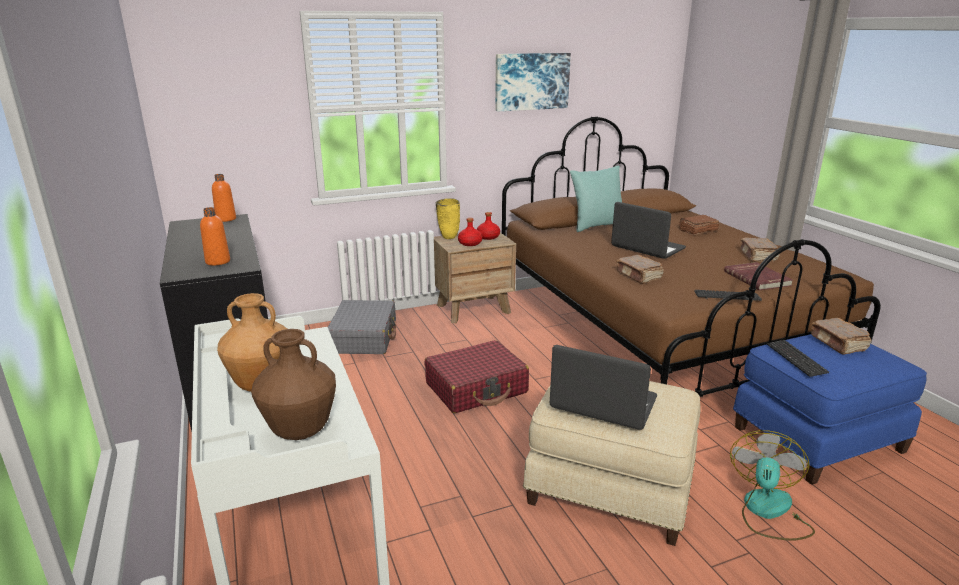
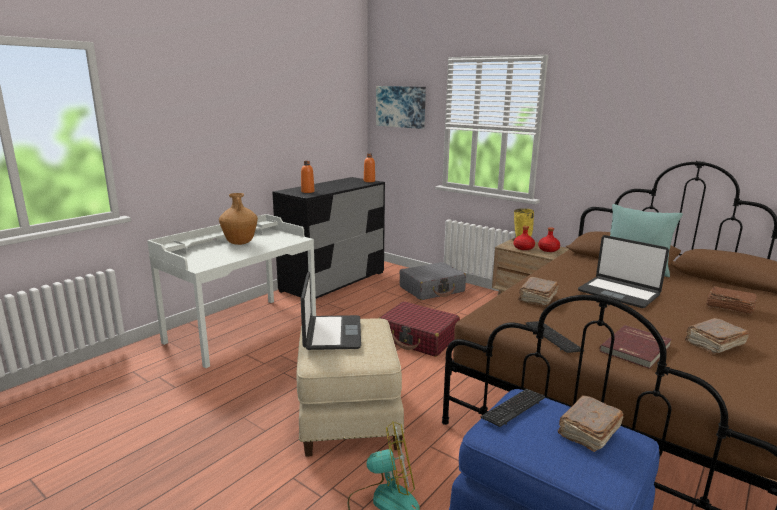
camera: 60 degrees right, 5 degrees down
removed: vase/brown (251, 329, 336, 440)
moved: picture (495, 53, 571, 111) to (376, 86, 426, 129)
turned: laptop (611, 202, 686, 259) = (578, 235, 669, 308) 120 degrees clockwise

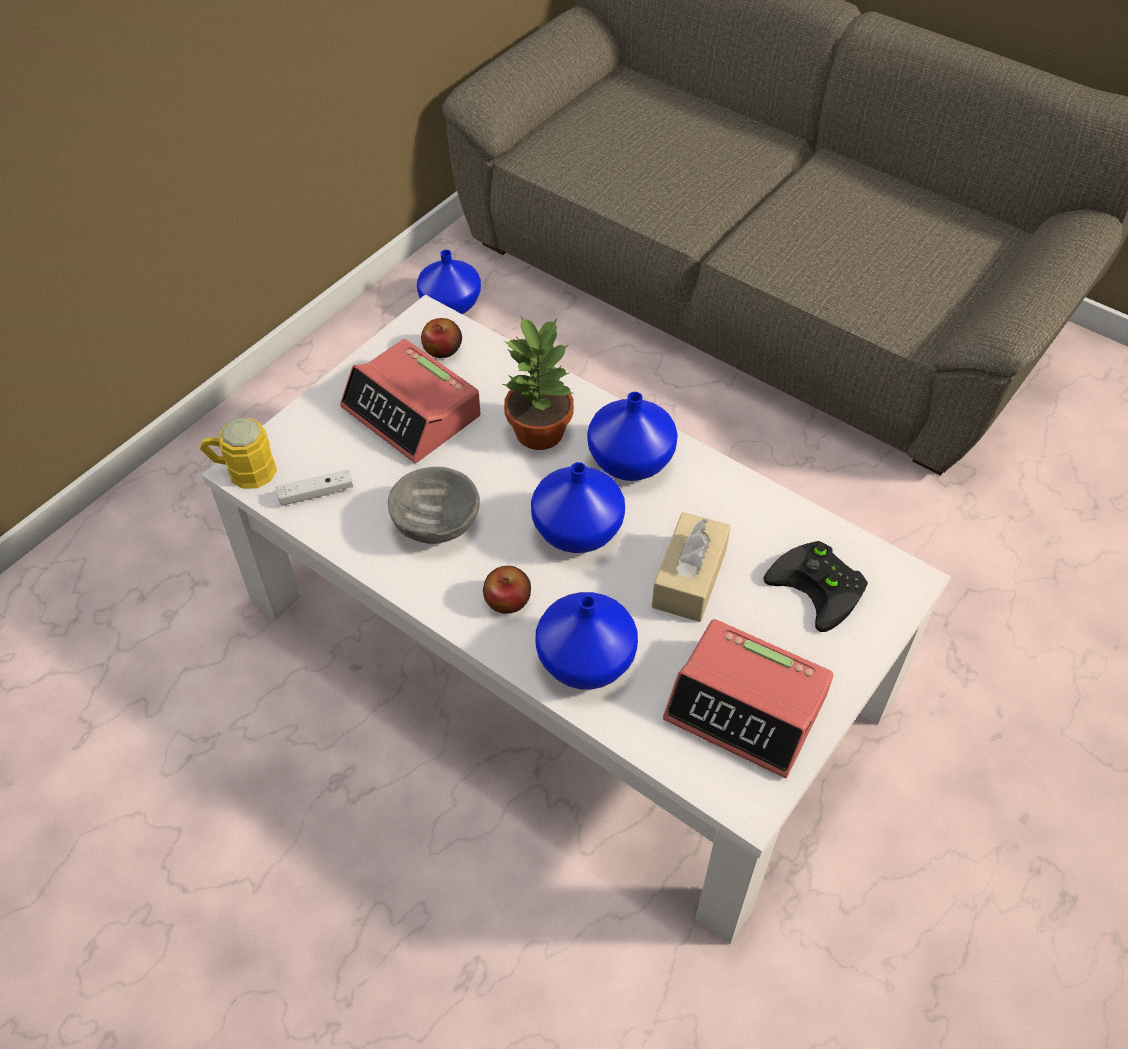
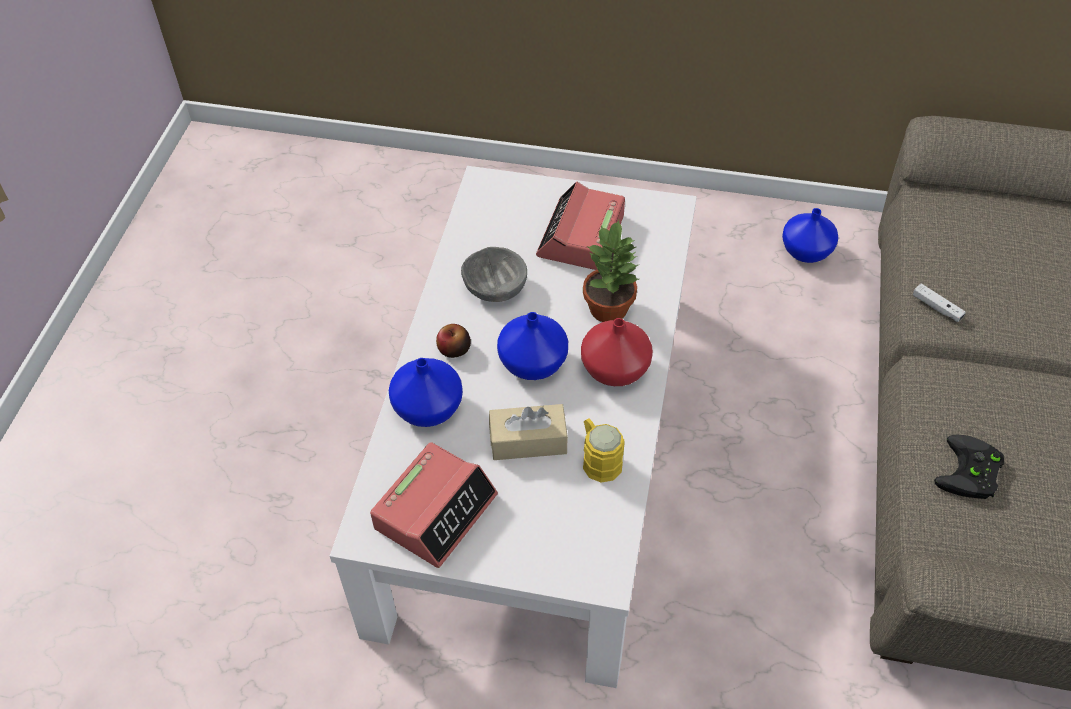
camera: 65 degrees right, 0 degrees up
removed: apple (421, 318, 462, 358)
moved: mug/yellow (200, 418, 277, 489) to (583, 419, 624, 482); game controller/white (276, 470, 353, 506) to (913, 284, 966, 322); game controller/black (763, 541, 868, 632) to (934, 434, 1004, 499)
recoloured: vase/blue (587, 392, 678, 481) to vase/red (581, 318, 653, 386)
turned: alarm clock (663, 619, 834, 778) = (370, 442, 498, 568) 150 degrees counterclockwise

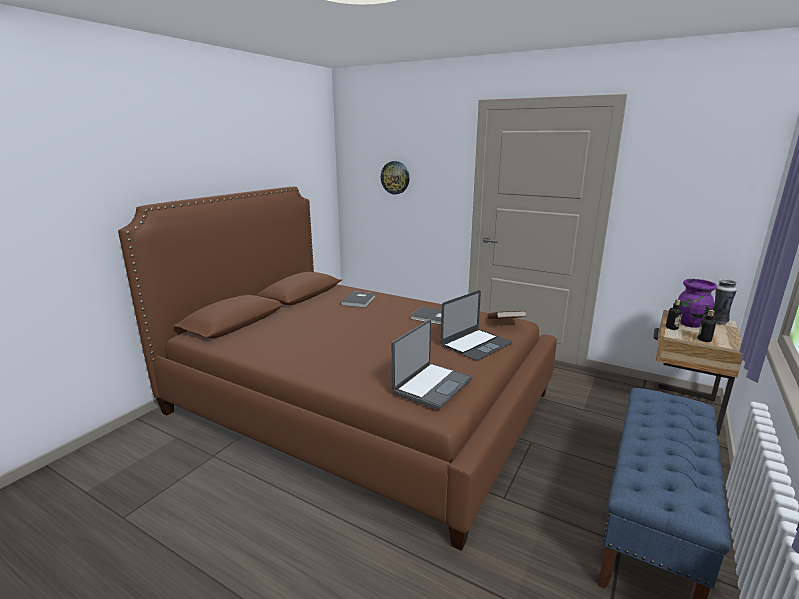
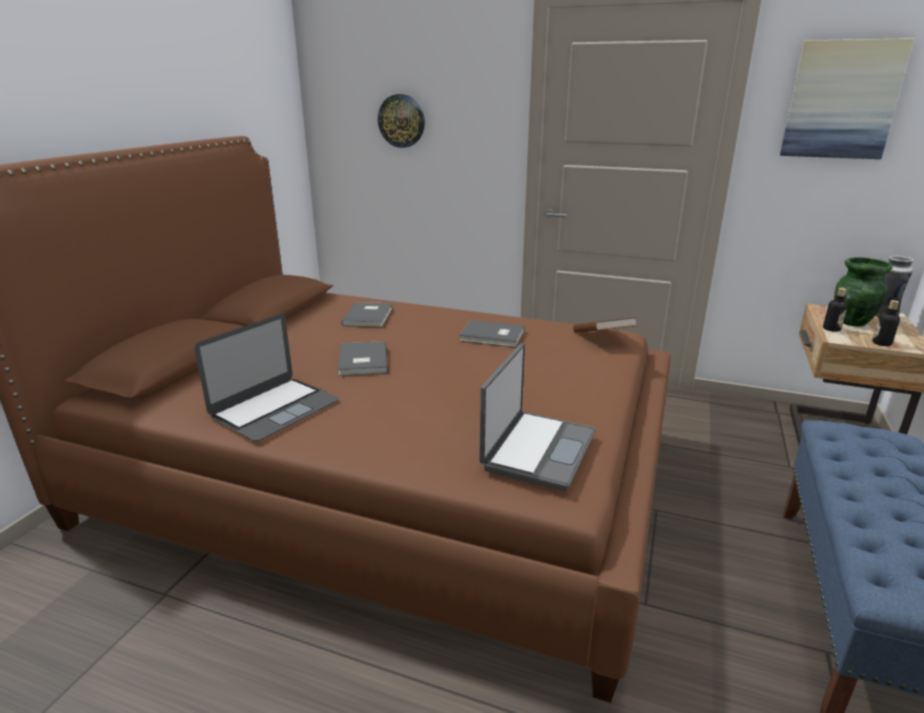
camera: 10 degrees left, 5 degrees up
added: book/grey (338, 341, 388, 376); picture (780, 38, 915, 159)
moved: laptop (441, 290, 513, 361) to (194, 314, 339, 441)
recoloured: vase/purple (678, 279, 717, 328) to vase/green (834, 257, 893, 326)

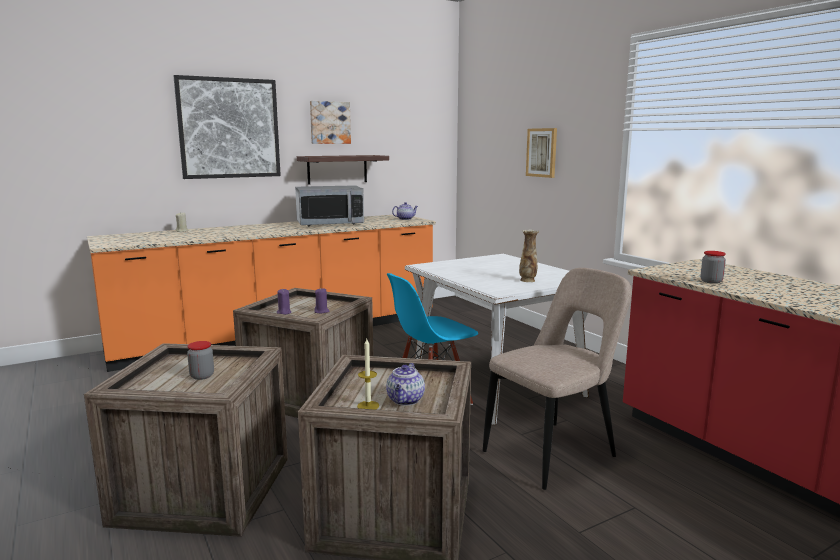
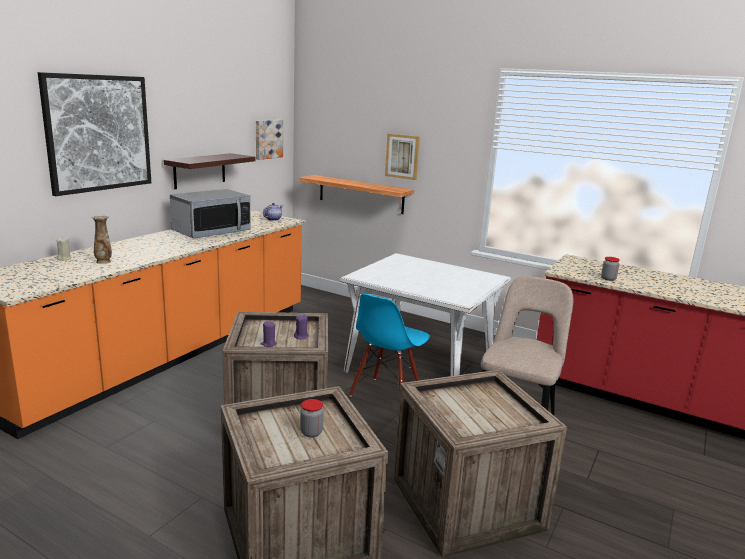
camera: 30 degrees left, 5 degrees up
removed: candle (357, 339, 379, 410); teapot (386, 363, 425, 406)
added: shelf (299, 175, 414, 214)
moved: picture (310, 101, 351, 144) to (256, 120, 283, 160); vase (519, 230, 539, 282) to (92, 215, 112, 264)

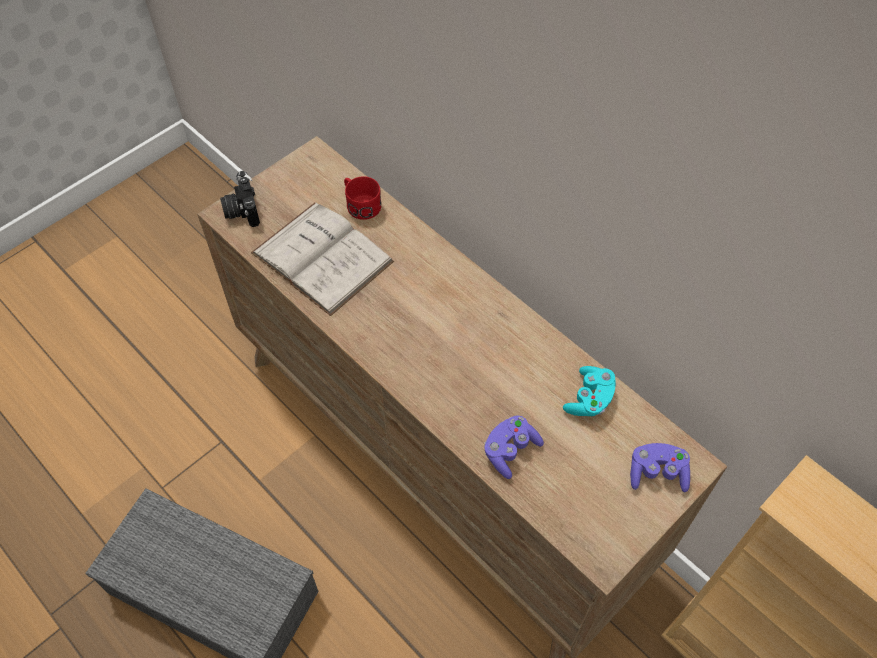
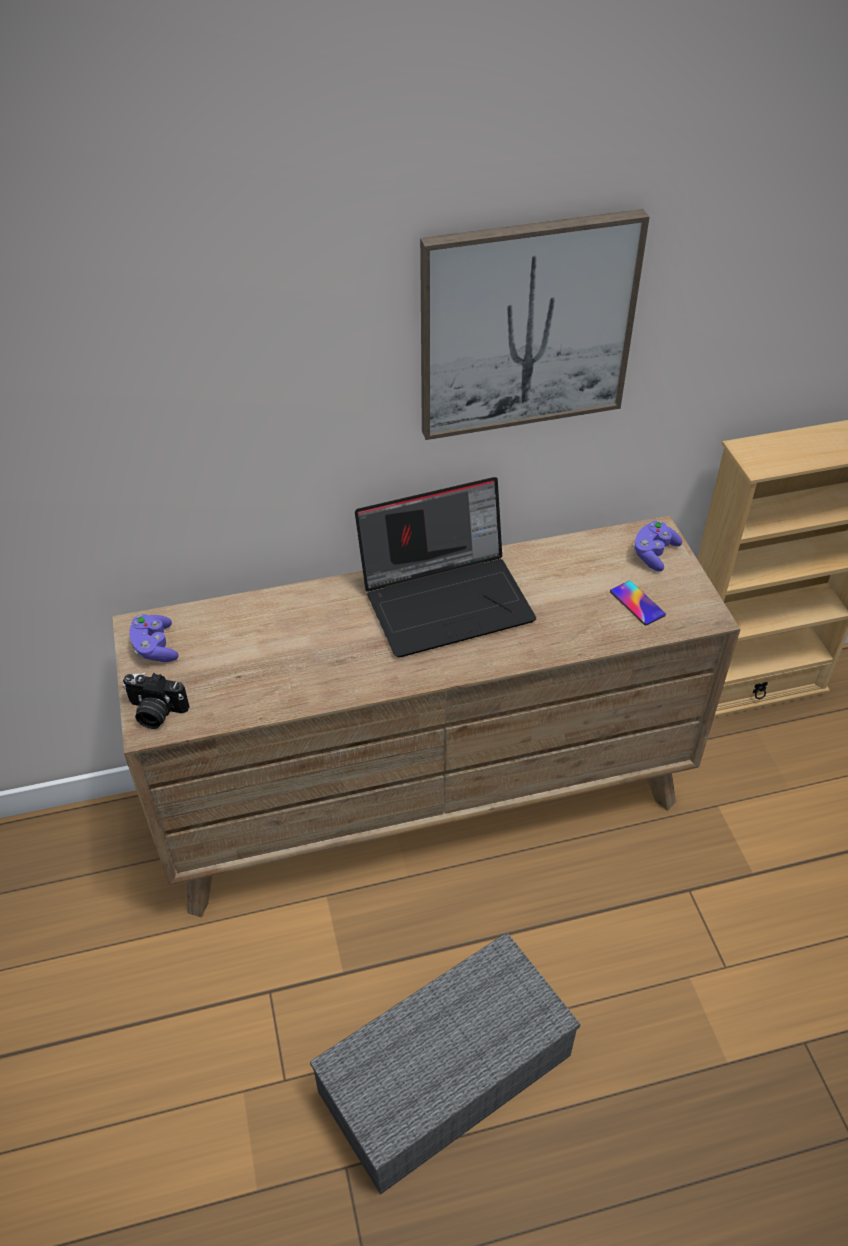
camera: 60 degrees left, 10 degrees down
removed: book/white (251, 203, 394, 316); mug/red (344, 176, 382, 220); game controller/turquoise (563, 366, 616, 416)
added: laptop (355, 477, 536, 658); picture (420, 209, 649, 440); phone (610, 581, 666, 625)
moved: game controller/purple (484, 415, 544, 479) to (129, 614, 179, 662)

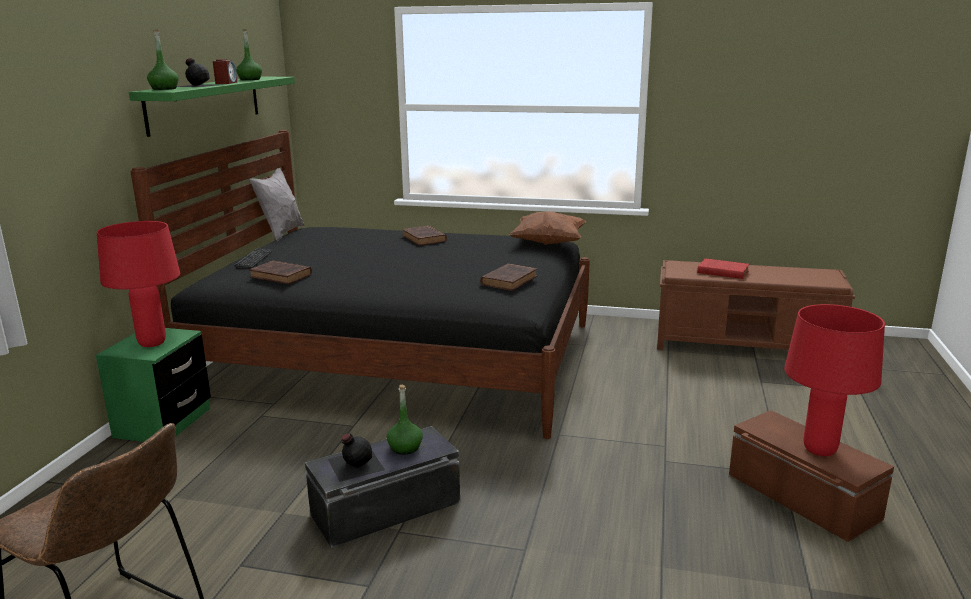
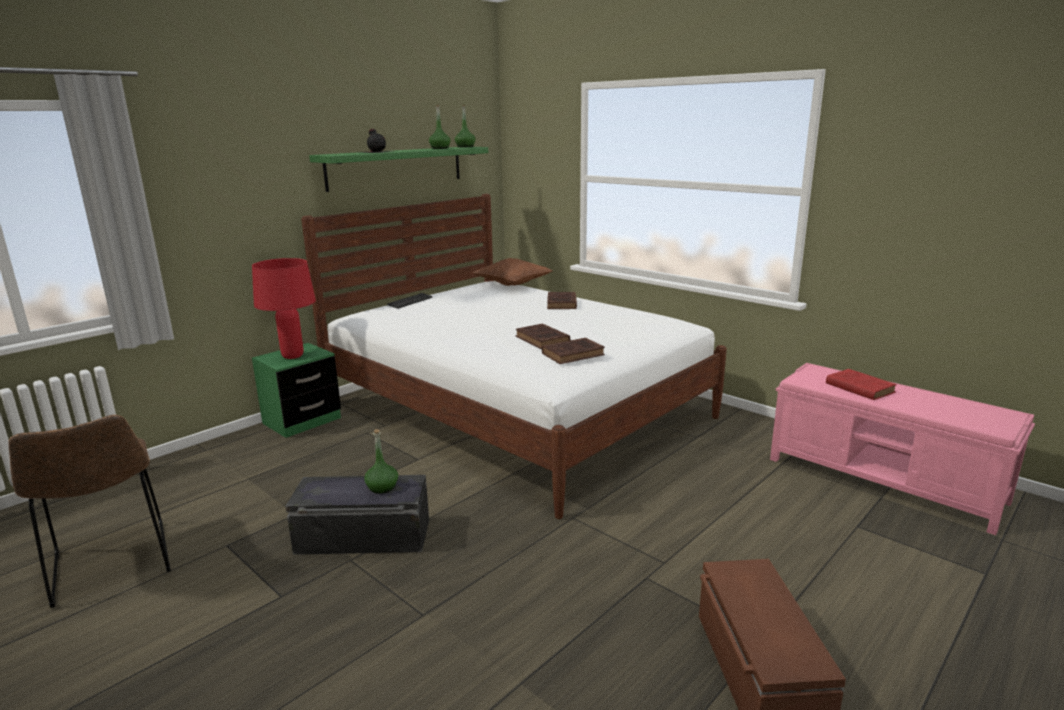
camera: 30 degrees right, 0 degrees up
removed: alarm clock (213, 59, 237, 84); pillow/grey (250, 168, 305, 241); bottle/black (328, 434, 385, 482); table lamp/red (784, 304, 885, 456)
moved: bottle/green (147, 30, 179, 90) to (455, 105, 476, 147); book/brown (249, 261, 312, 284) to (516, 323, 570, 349); pillow/brown (509, 211, 586, 245) to (473, 258, 553, 286)
recoloured: bed/black (131, 130, 590, 439) to bed/white (301, 194, 727, 519); bench/brown (657, 260, 855, 350) to bench/pink (770, 363, 1035, 535)

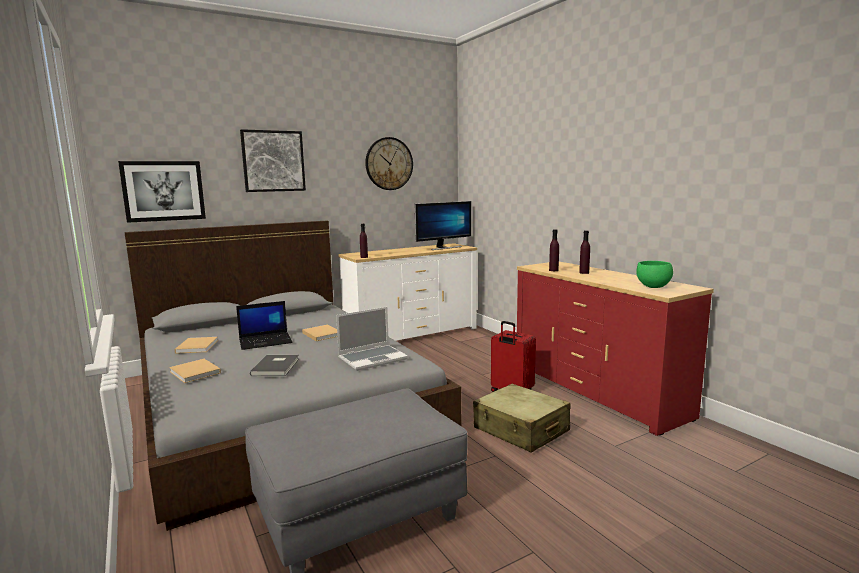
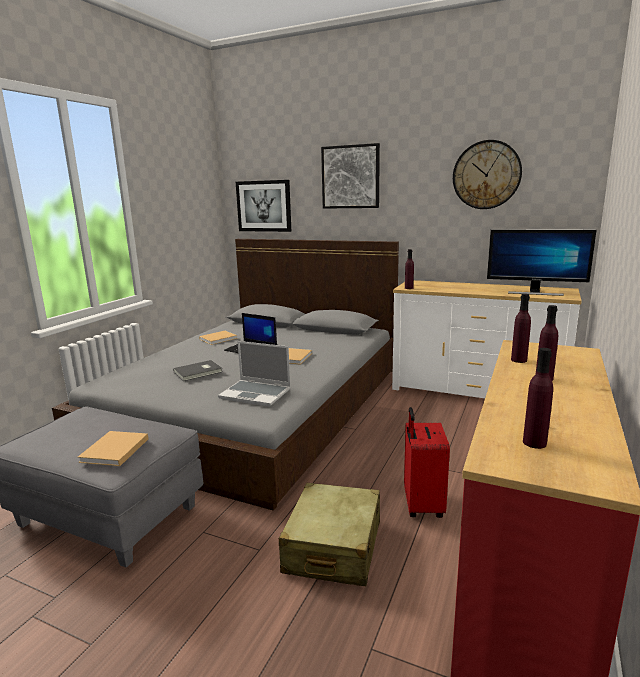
camera: 55 degrees right, 5 degrees up
moved: book/beige (169, 359, 221, 383) to (78, 431, 148, 466)
replaced: bowl/green (636, 261, 673, 288) to bottle/purple (523, 348, 553, 449)

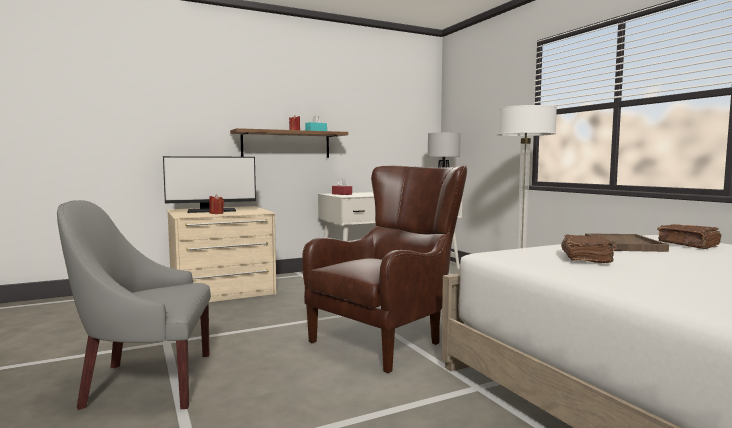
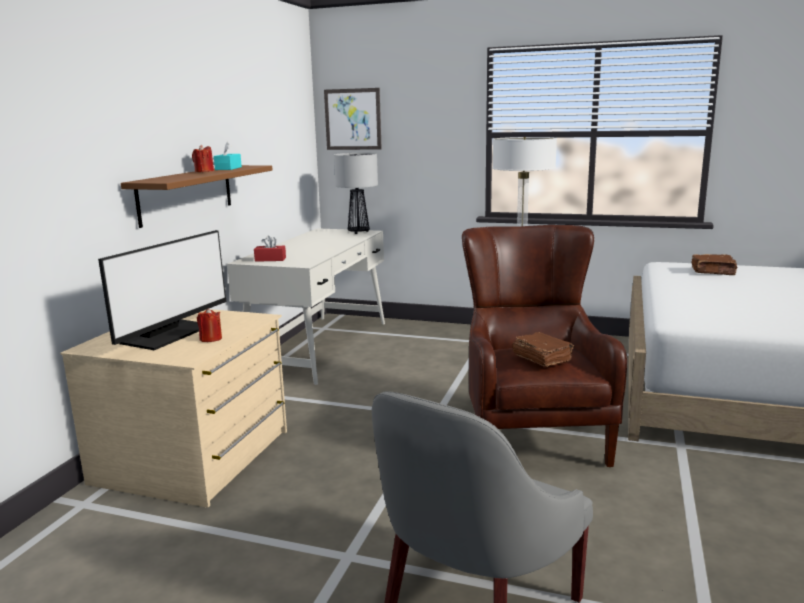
camera: 45 degrees left, 10 degrees up
removed: tray/brown (585, 233, 669, 252)
added: picture (324, 88, 382, 150)
moved: book/brown (561, 234, 617, 263) to (512, 332, 574, 367)

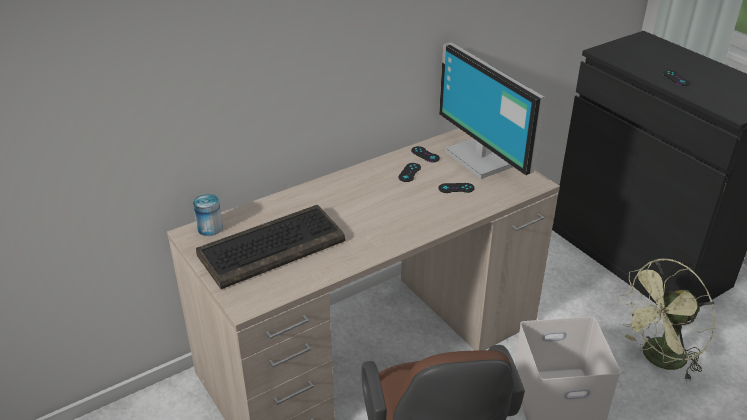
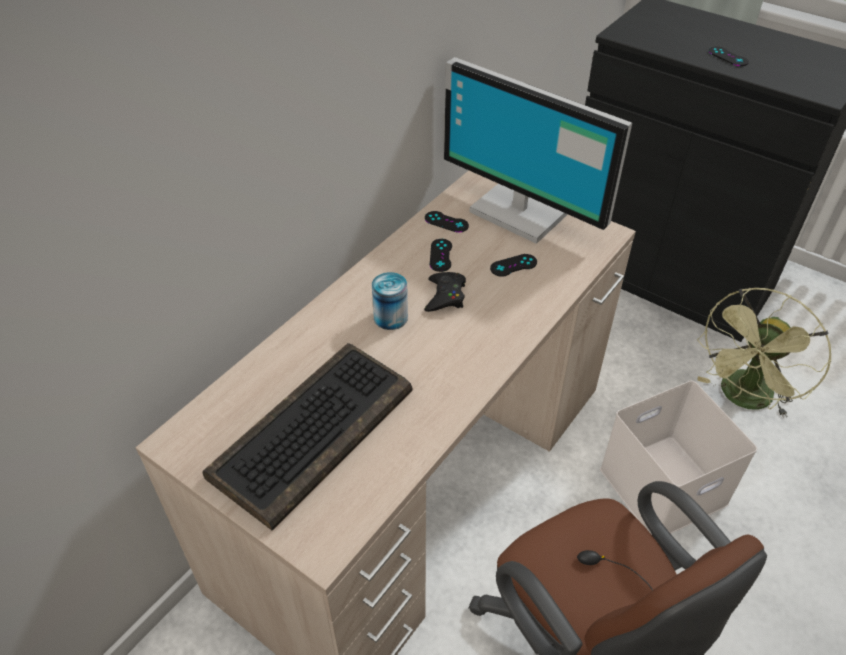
camera: 20 degrees left, 10 degrees up
added: game controller/black (424, 272, 466, 312)
moved: can (193, 194, 223, 236) to (372, 272, 408, 330)

